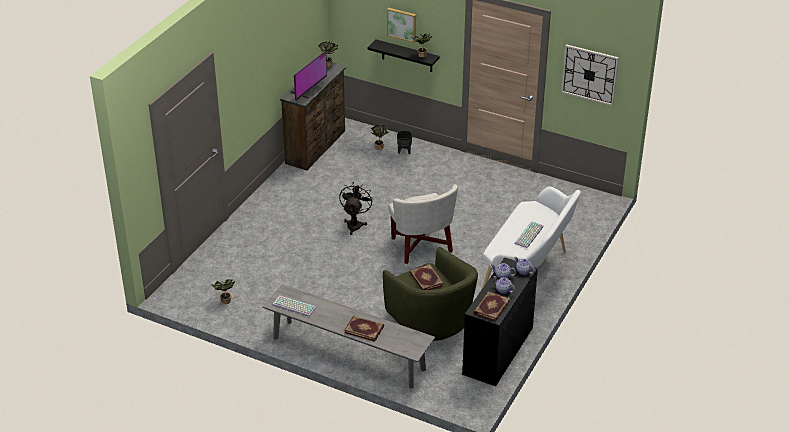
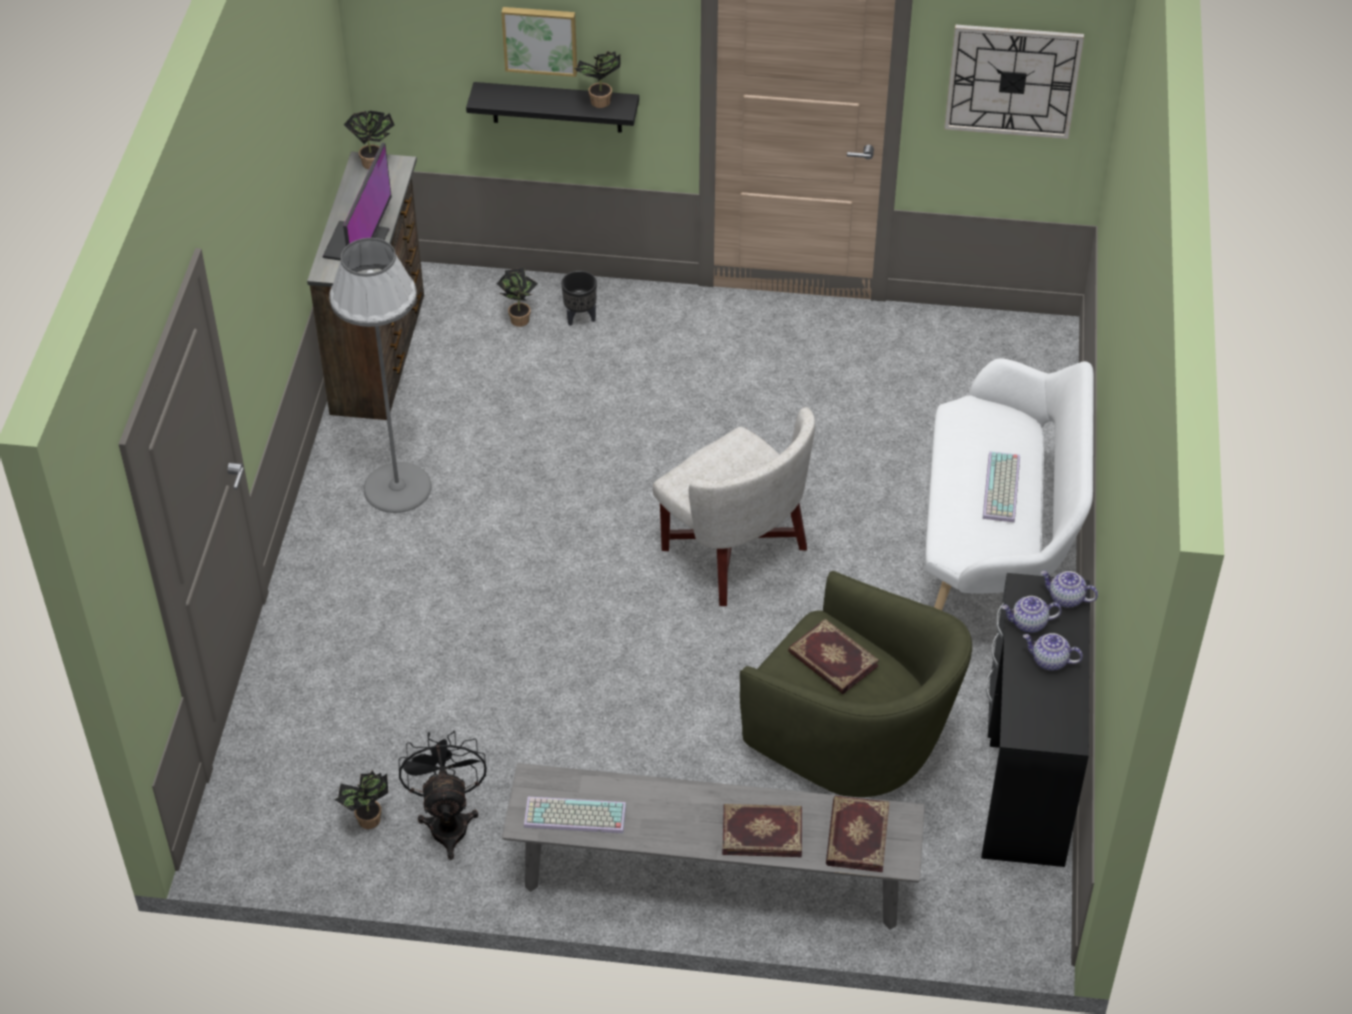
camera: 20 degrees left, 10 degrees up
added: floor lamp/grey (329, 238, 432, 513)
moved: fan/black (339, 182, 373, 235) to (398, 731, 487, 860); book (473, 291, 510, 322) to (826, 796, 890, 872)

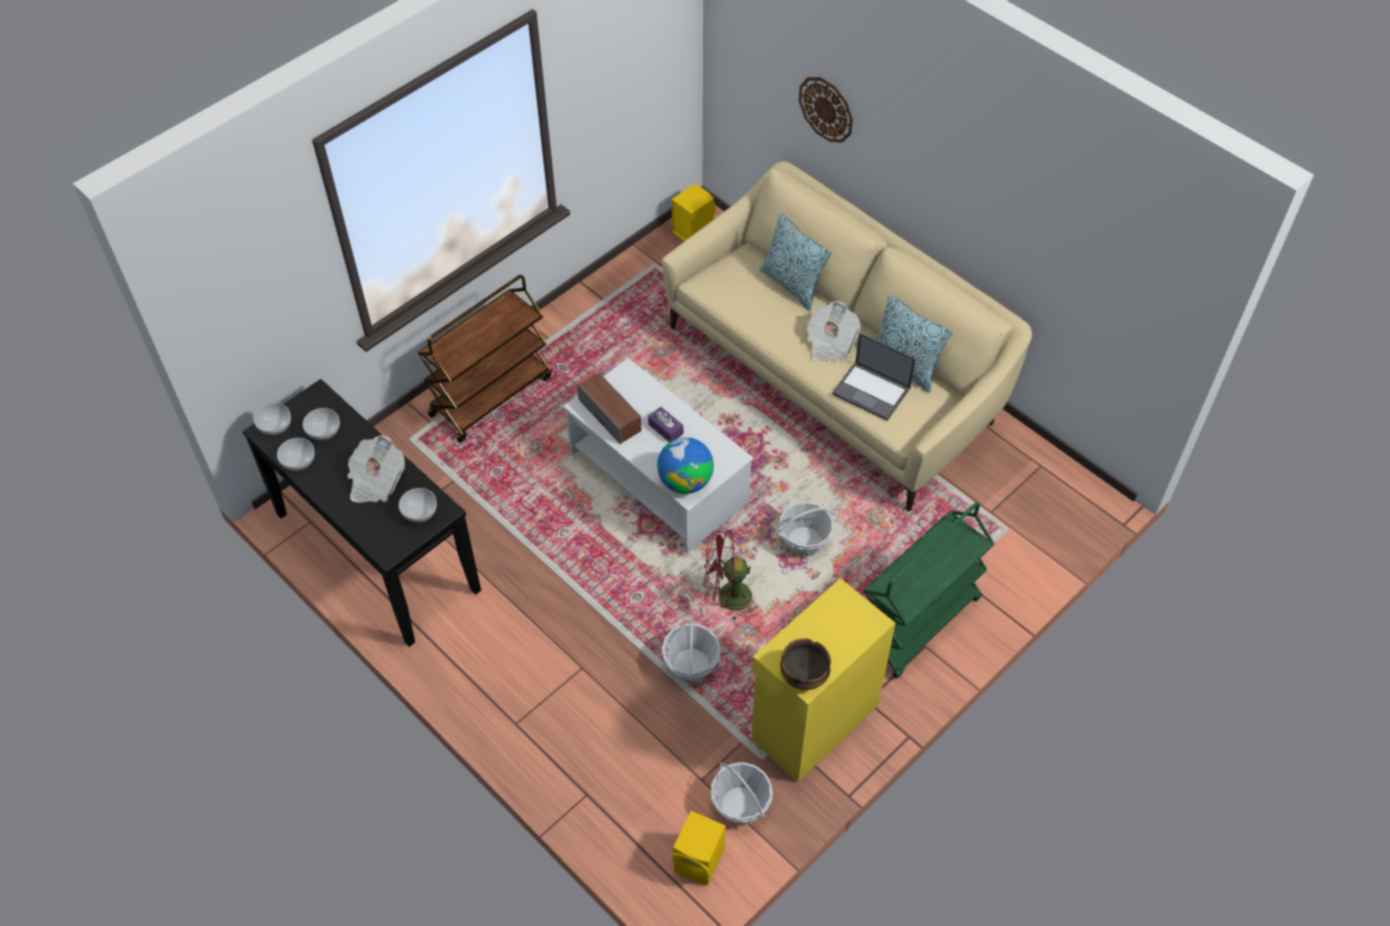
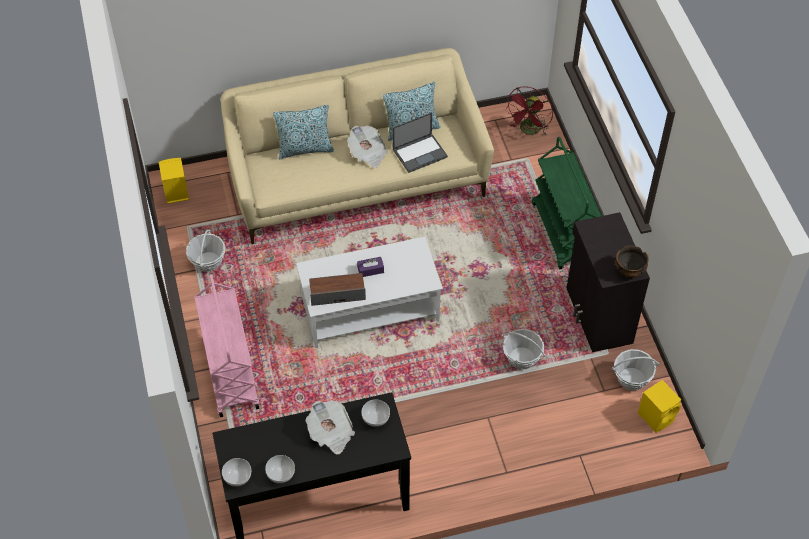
camera: 60 degrees left, 0 degrees up
removed: bowl (303, 408, 340, 441); globe (657, 437, 714, 494); wall clock (799, 77, 853, 143)
moved: fan/red (704, 530, 758, 622) to (505, 86, 553, 136); basket (777, 502, 835, 556) to (186, 230, 225, 272)
recoloured: cart/brown (418, 275, 552, 443) to cart/pink (194, 274, 260, 417); cabinet/yellow (751, 578, 896, 782) to cabinet/black (566, 212, 650, 352)

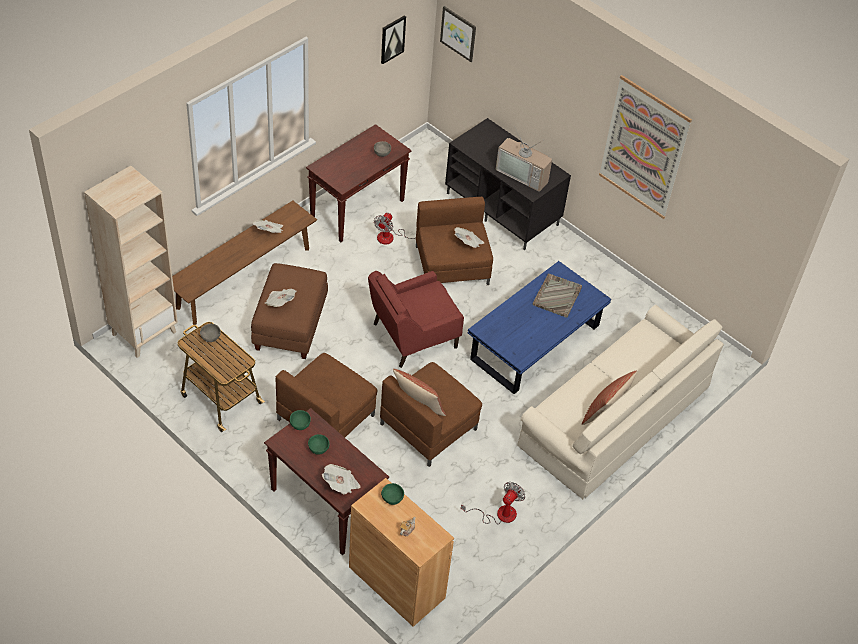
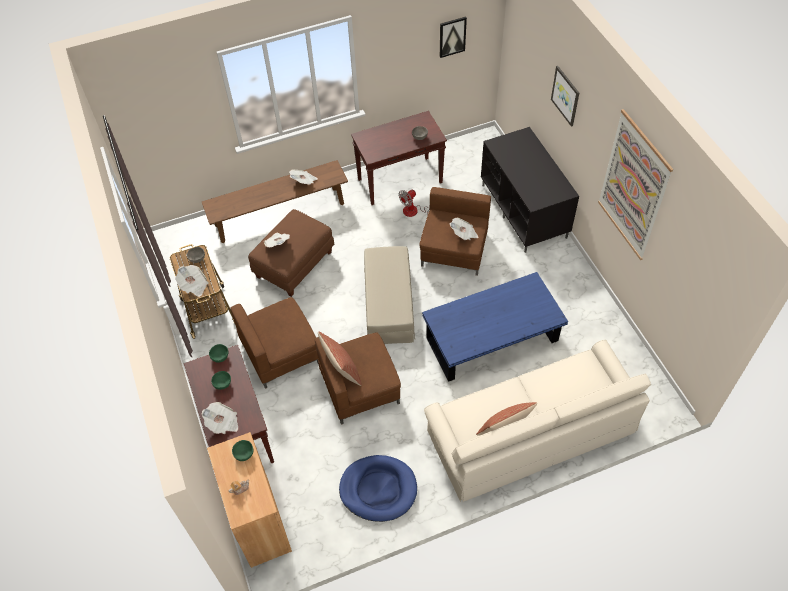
camera: 30 degrees right, 5 degrees up
removed: bookcase/beige (84, 166, 178, 358); television (496, 126, 552, 192); tray/grey (533, 274, 582, 318)
added: newspaper (175, 265, 209, 297)
moved: picture (440, 6, 476, 62) to (551, 66, 579, 127)
replaced: armchair/red (368, 271, 464, 368) to ottoman/beige (364, 246, 415, 344); fan (461, 482, 525, 524) to dog bed/blue (339, 455, 417, 522)

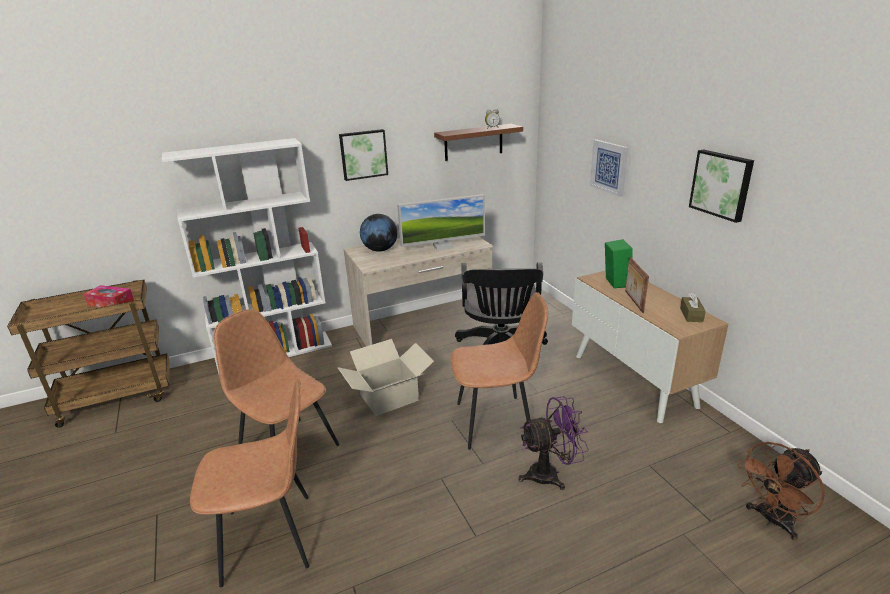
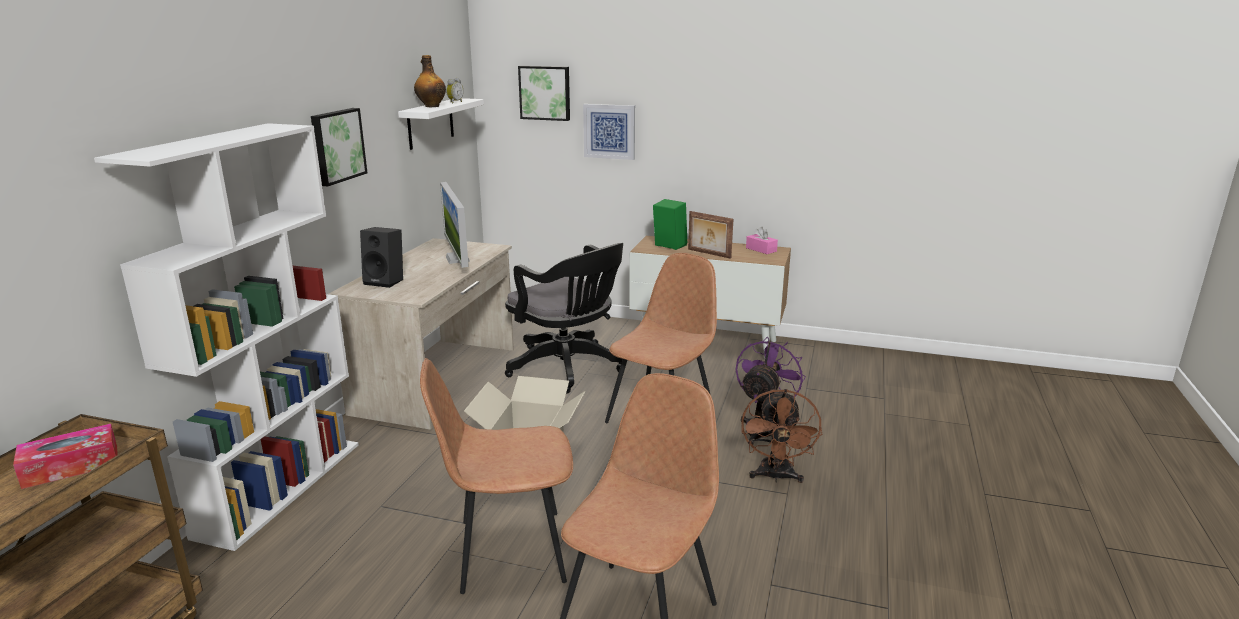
camera: 50 degrees left, 5 degrees down
added: bottle (414, 55, 446, 107)
moved: picture (689, 149, 754, 223) to (518, 66, 570, 121); fan/brown (737, 442, 825, 540) to (741, 389, 822, 483)
replaced: globe (360, 214, 397, 252) to speaker/black (360, 227, 403, 288)
recoloured: shelf/brown (434, 124, 523, 161) to shelf/white (398, 98, 484, 150); tissue box/brown (680, 292, 706, 322) to tissue box/pink (746, 227, 778, 254)
turned: monitor (397, 194, 485, 251) = (440, 182, 470, 268) 135 degrees clockwise

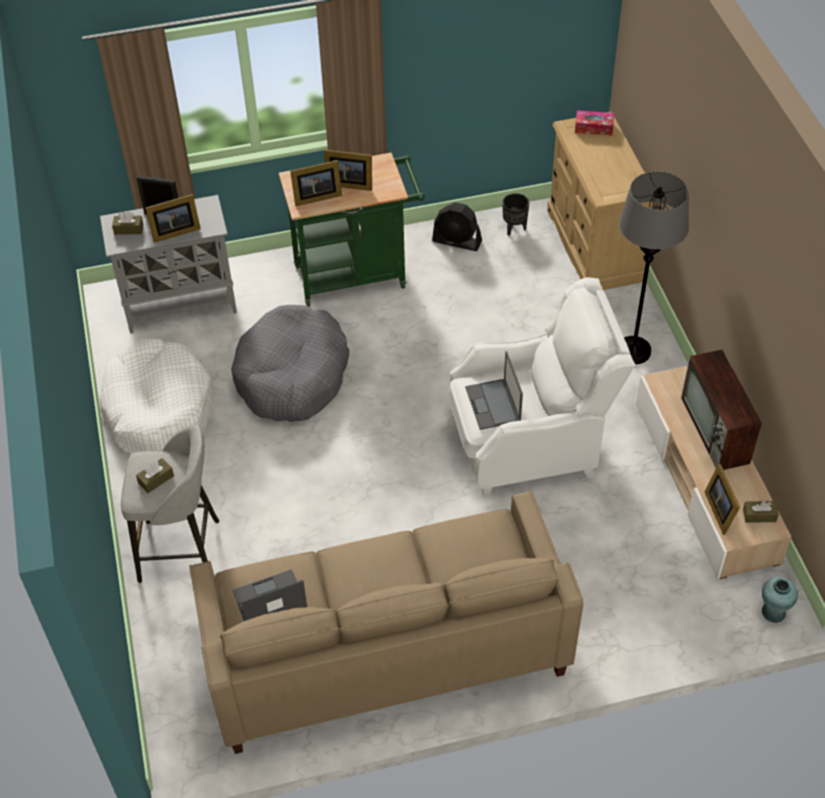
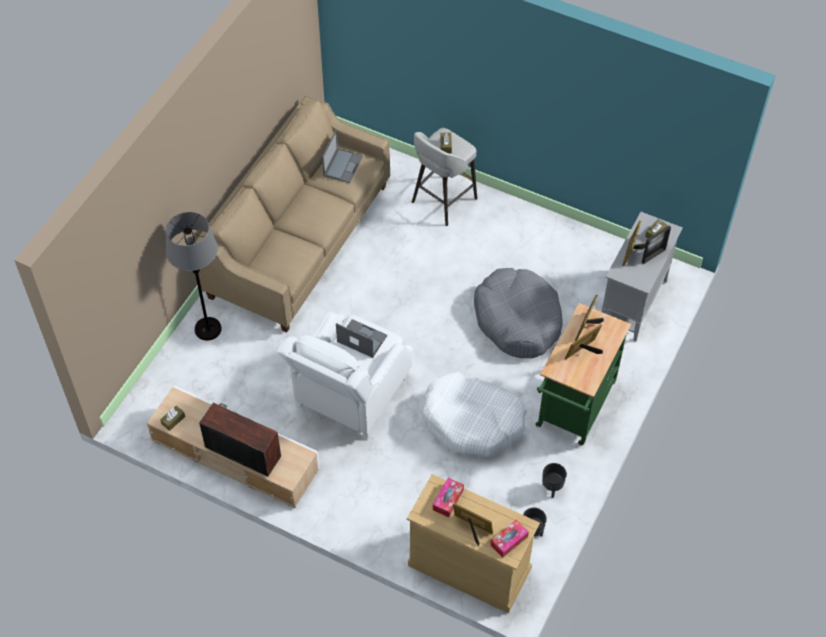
camera: 130 degrees right, 5 degrees up
removed: vase/turquoise (762, 577, 798, 623)
added: tissue box (433, 478, 464, 517)
moved: dog bed/white (100, 338, 213, 454) to (423, 372, 527, 457); floor lamp/grey (619, 171, 689, 364) to (166, 212, 222, 340); picture frame (704, 464, 740, 535) to (453, 503, 493, 546)
replaced: fan/black (432, 202, 482, 251) to planter/black (542, 463, 567, 498)

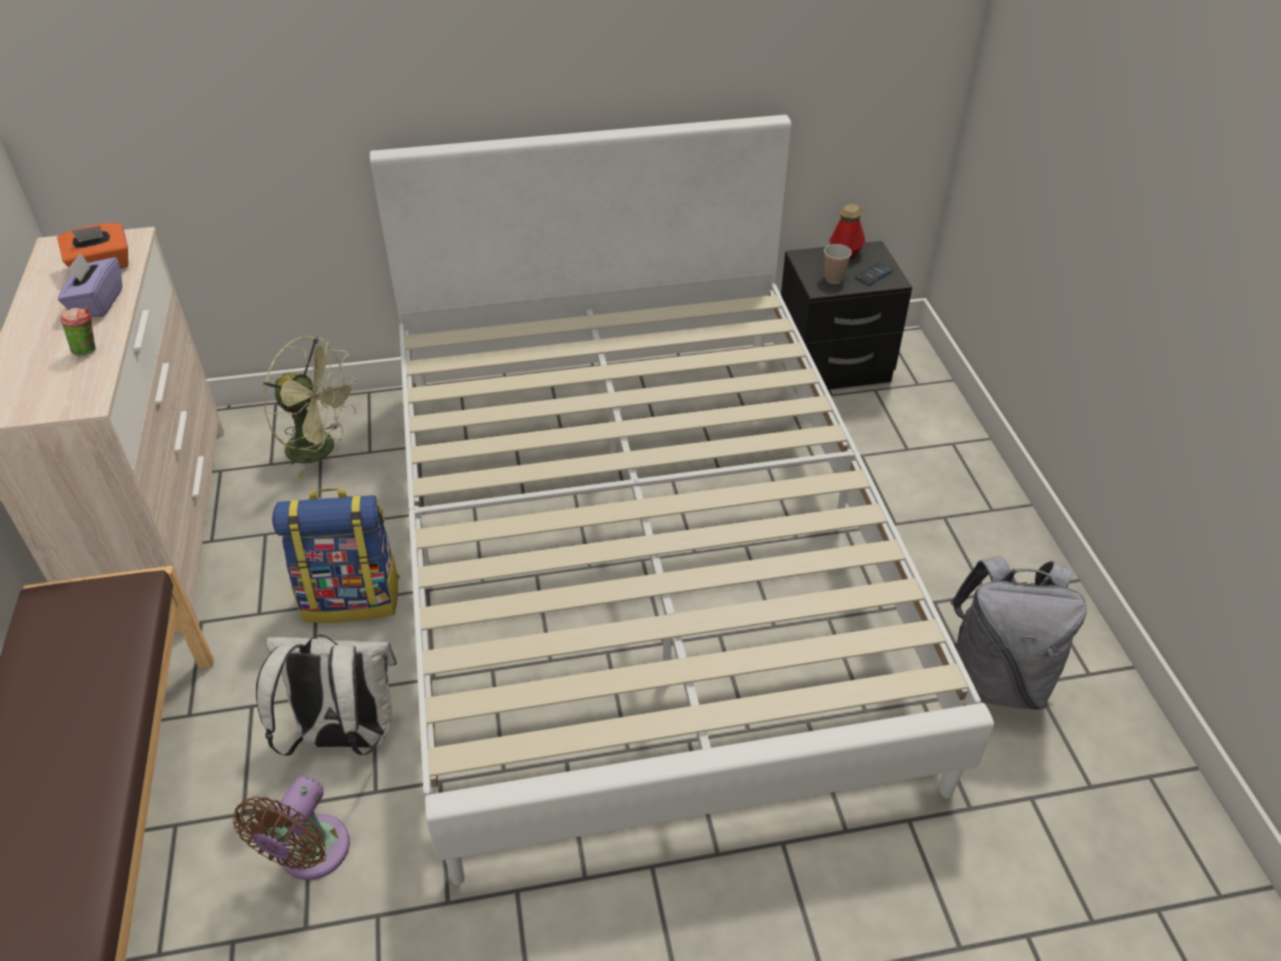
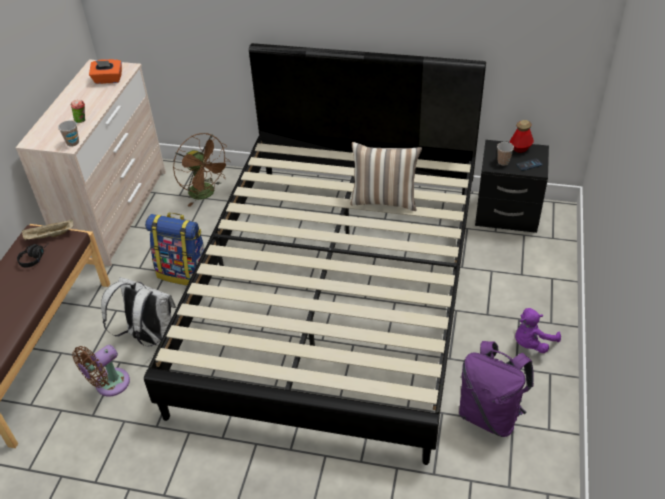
camera: 25 degrees right, 0 degrees up
removed: tissue box/purple (58, 253, 122, 317)
added: headphones/black (17, 243, 49, 267); tray/beige (22, 219, 73, 240); cup (58, 120, 79, 146); pillow (350, 142, 422, 211); plush toy/purple (515, 308, 561, 353)
recoloured: fan/green (263, 336, 359, 479) to fan/brown (173, 133, 231, 207); bed/white (370, 115, 994, 885) to bed/black (144, 43, 486, 465); backpack/grey (950, 556, 1087, 710) to backpack/purple (459, 341, 534, 437)

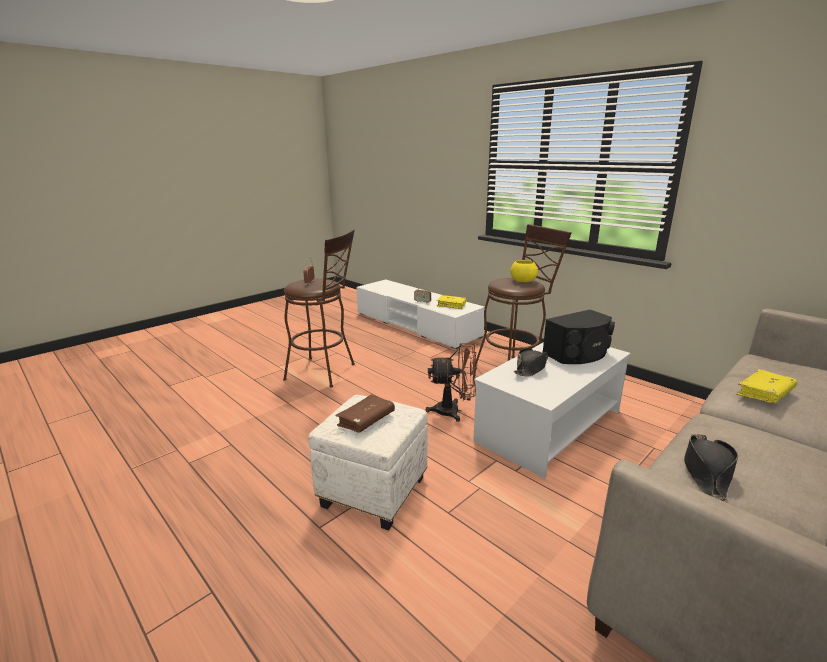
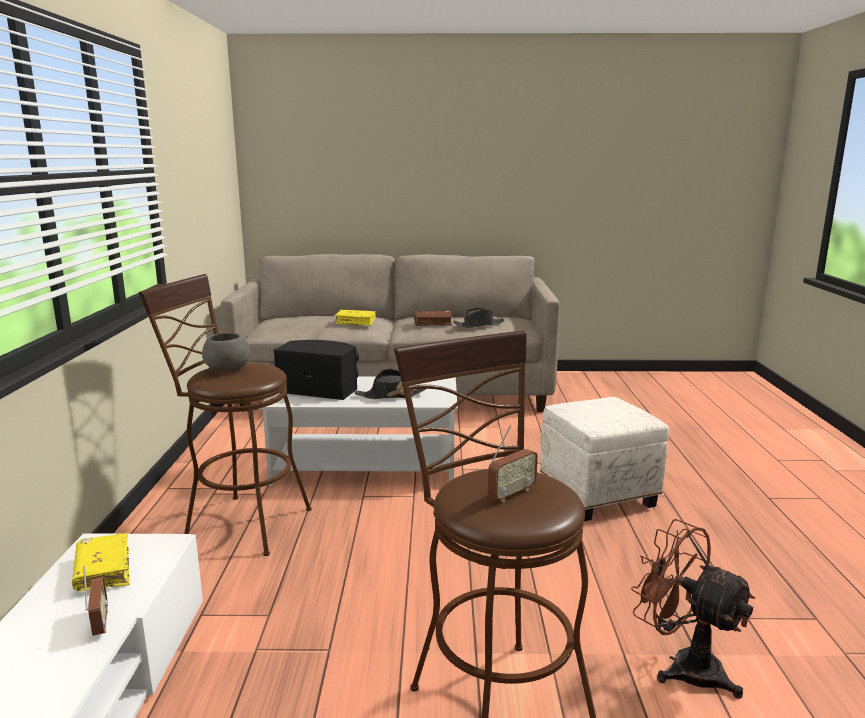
camera: 135 degrees left, 5 degrees down
moved: book/brown (335, 394, 395, 433) to (414, 311, 453, 326); fan/brown (426, 343, 477, 422) to (631, 519, 756, 699)
recoloured: bowl/yellow (510, 260, 538, 282) to bowl/grey (202, 333, 251, 372)

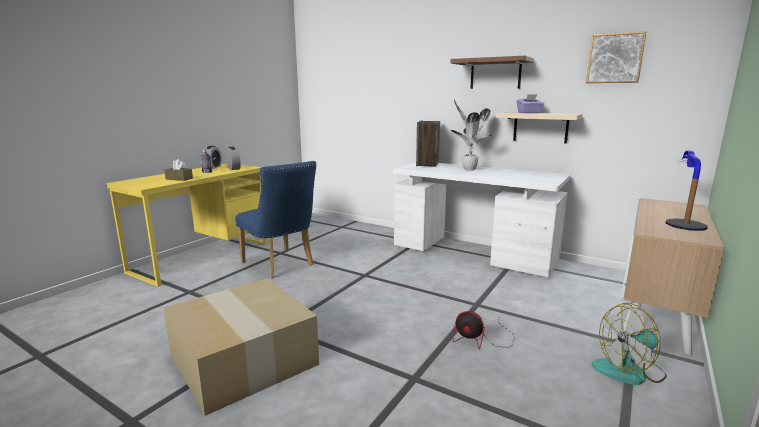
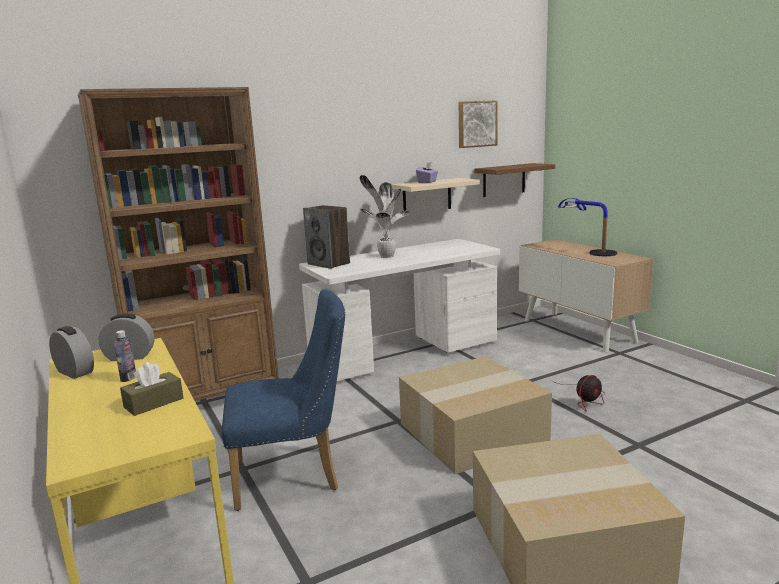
camera: 60 degrees left, 0 degrees up
removed: fan (592, 303, 667, 385)
added: bookcase/brown (78, 87, 279, 401); cardboard box (399, 356, 552, 474)
moved: shelf/brown (451, 56, 534, 89) to (474, 163, 555, 197)

